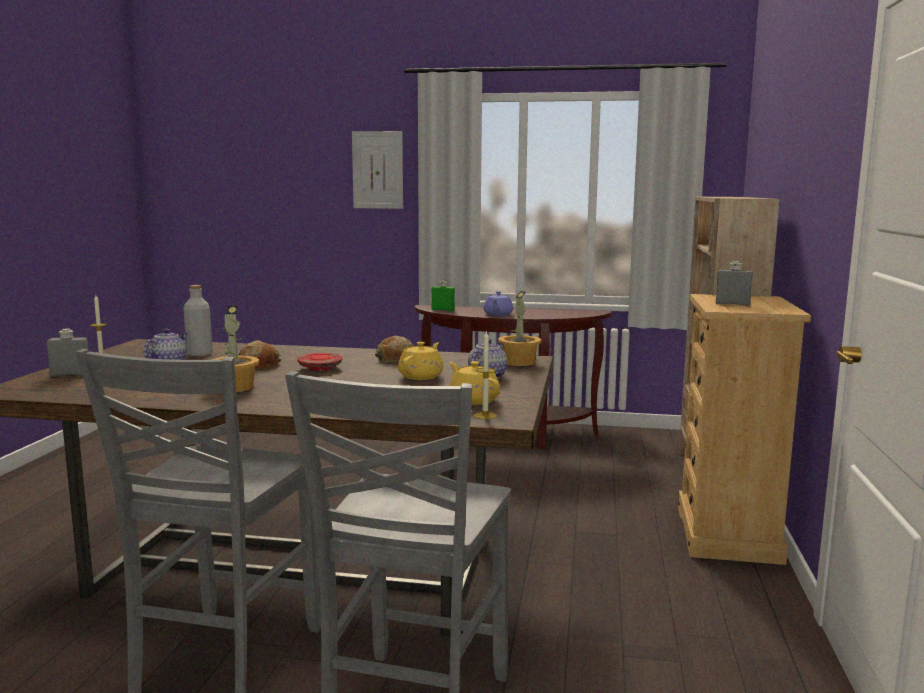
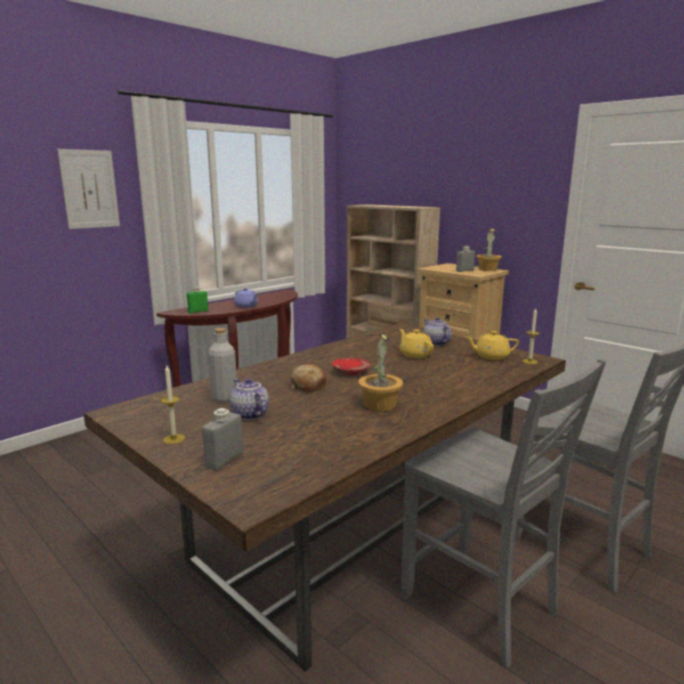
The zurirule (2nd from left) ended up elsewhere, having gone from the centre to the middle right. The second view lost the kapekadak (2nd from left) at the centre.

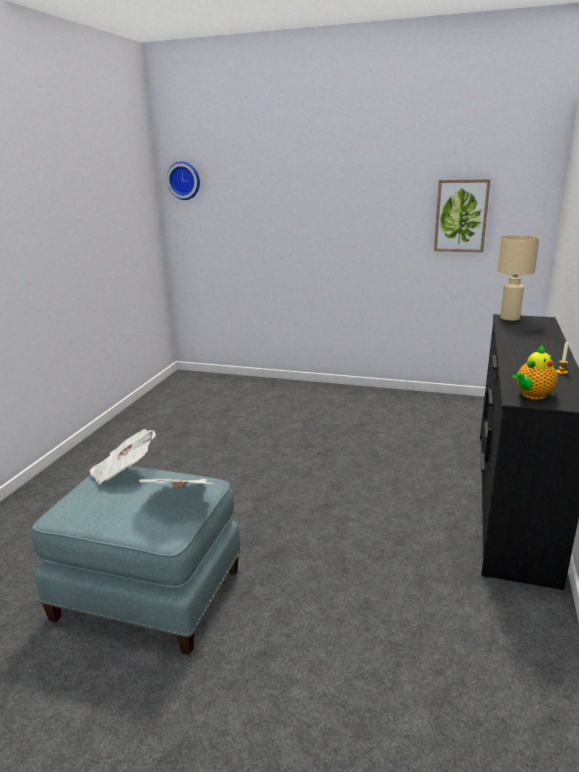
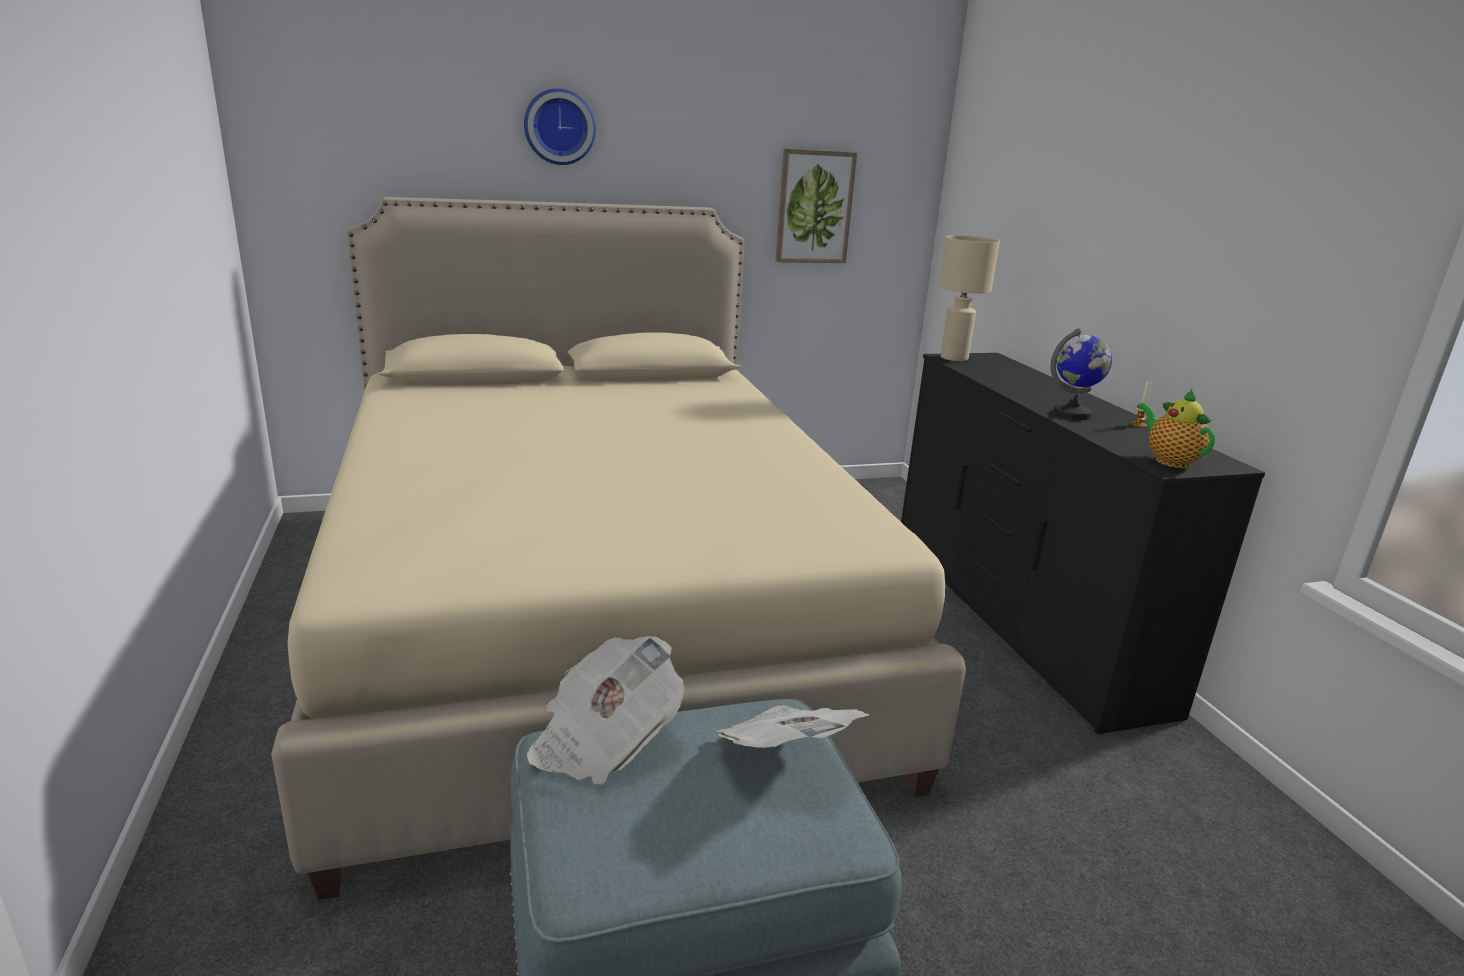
The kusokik ended up elsewhere, having gone from the top left to the top centre. The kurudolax at the middle right ended up facing another way, 135 degrees clockwise from before. The second view gained the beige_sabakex at the centre. The second view gained the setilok at the middle right.

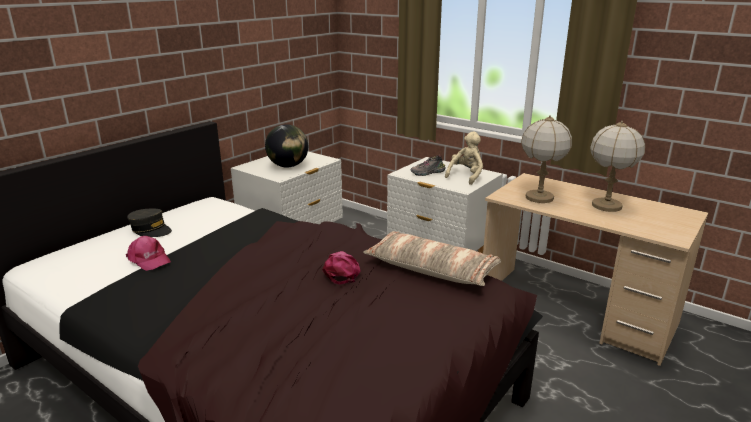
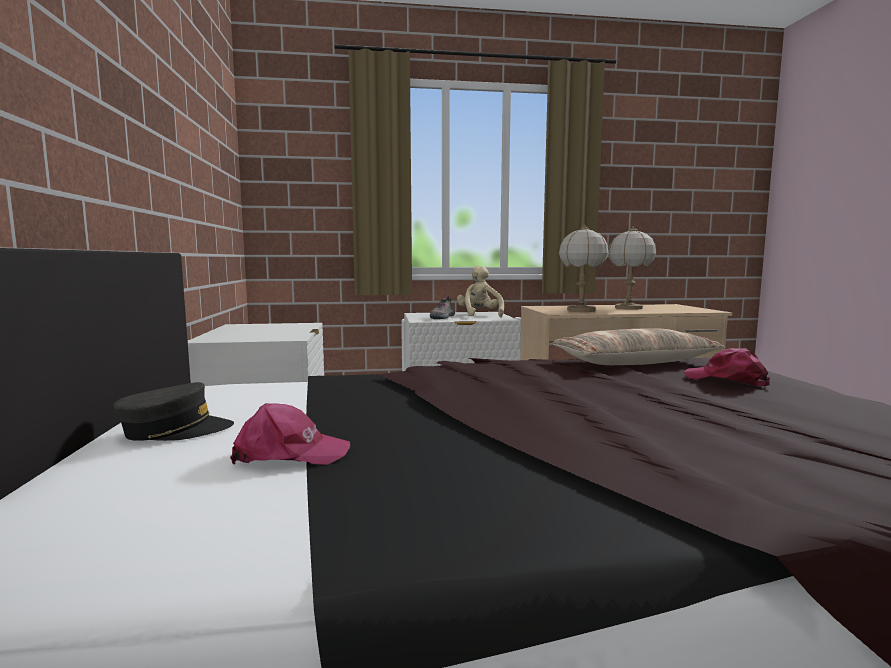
The second view lost the setilok at the centre. The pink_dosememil (2nd from left) ended up elsewhere, having gone from the centre to the middle right.

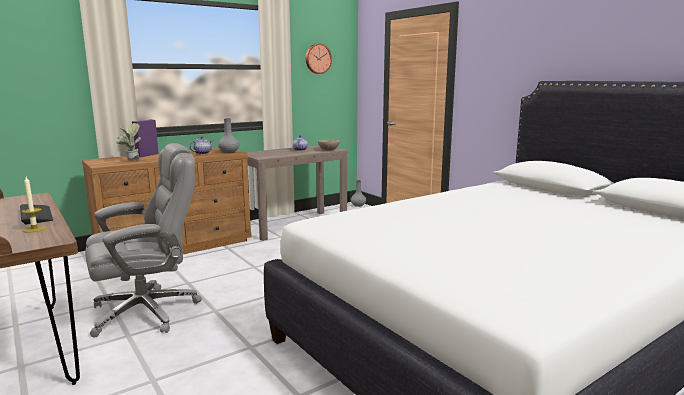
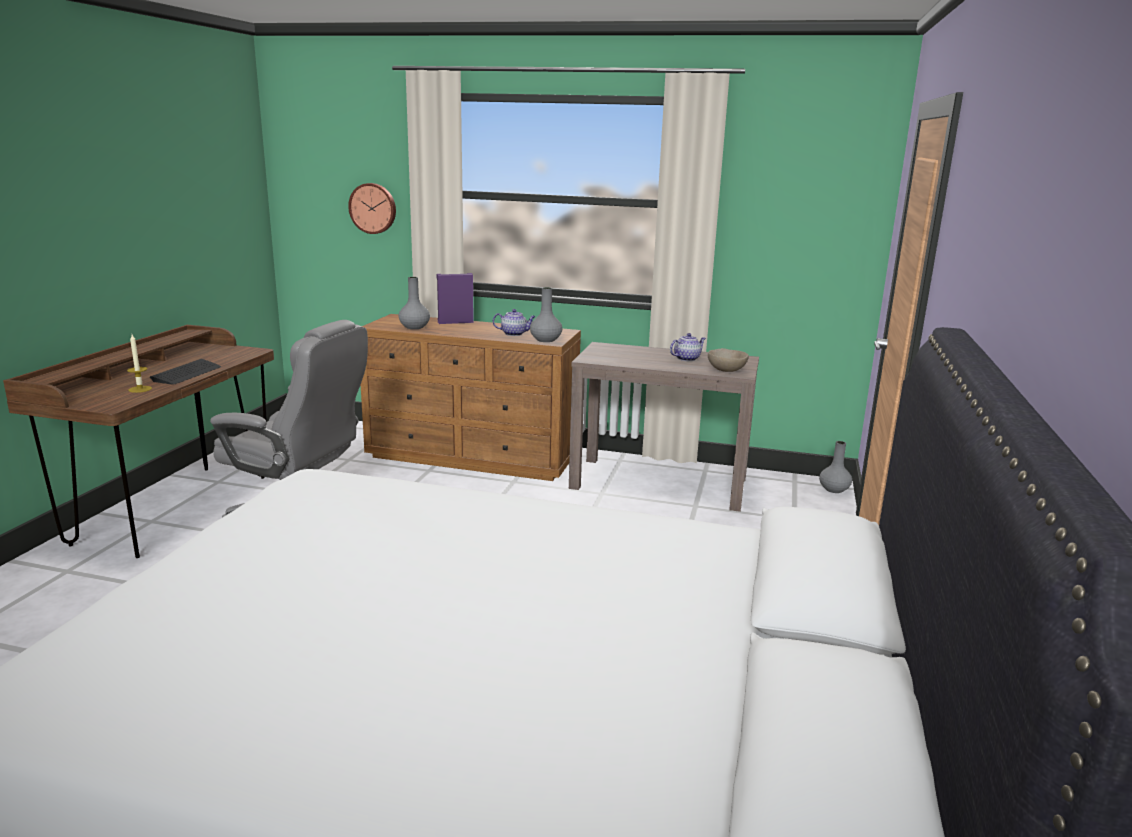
The kusokik ended up elsewhere, having gone from the top centre to the top left. Where the zurirule stood at the middle left, the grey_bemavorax (1st from left) came to stand at the centre.

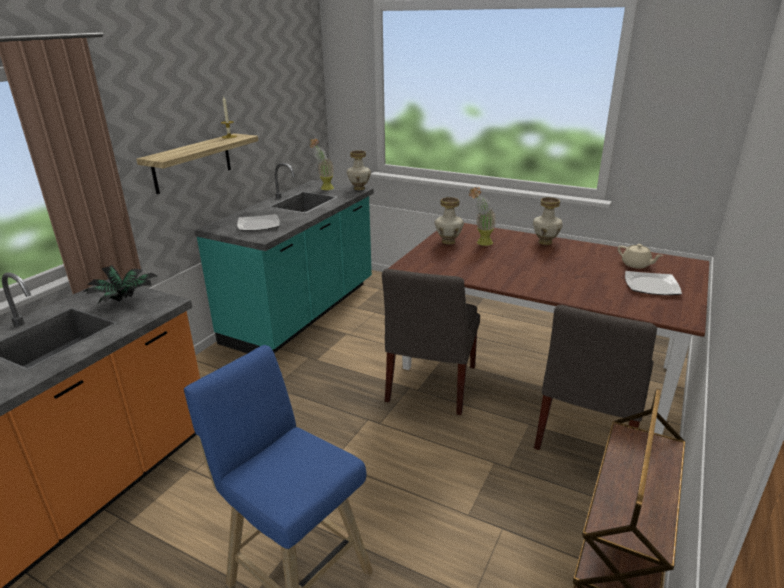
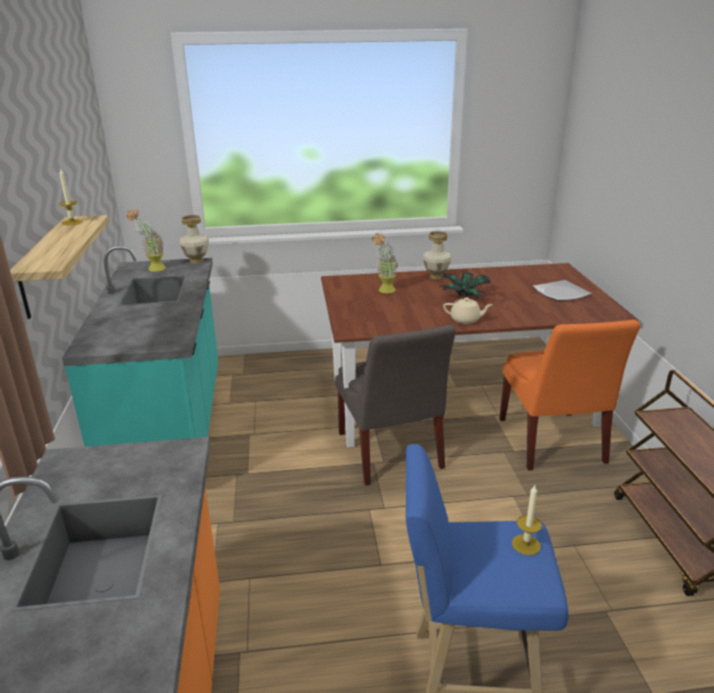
The second view lost the bemavorax (2nd from left) at the centre. The second view lost the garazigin (1st from left) at the middle left. The beige_kurudolax ended up elsewhere, having gone from the middle right to the centre. The zurirule (1st from left in the first image) ended up elsewhere, having gone from the middle left to the centre. What was the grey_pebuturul (2nd from left) at the middle right turned into the orange_pebuturul at the middle right. The second view gained the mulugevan (2nd from left) at the bottom right.

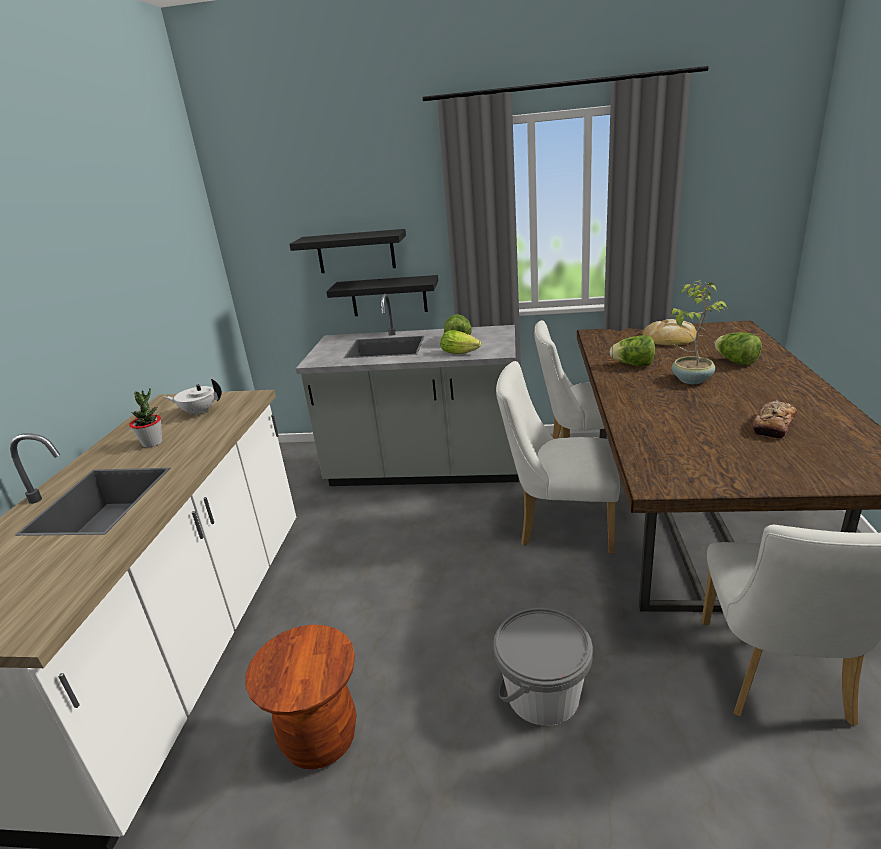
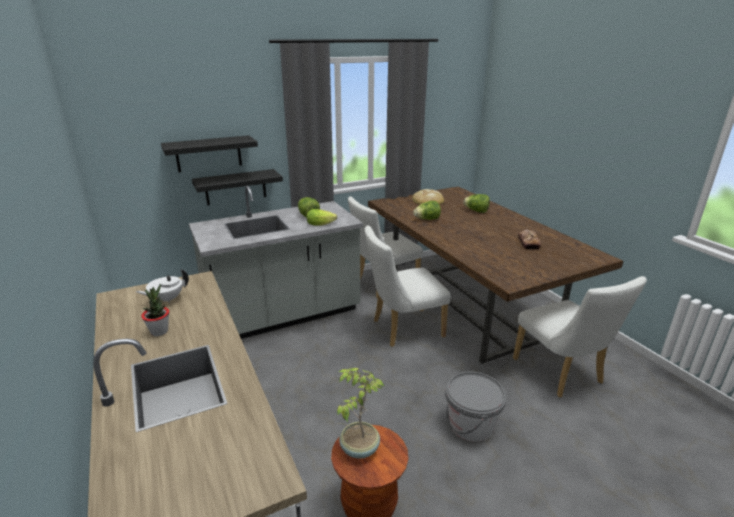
The zurirule (2nd from left) ended up elsewhere, having gone from the middle right to the bottom centre.

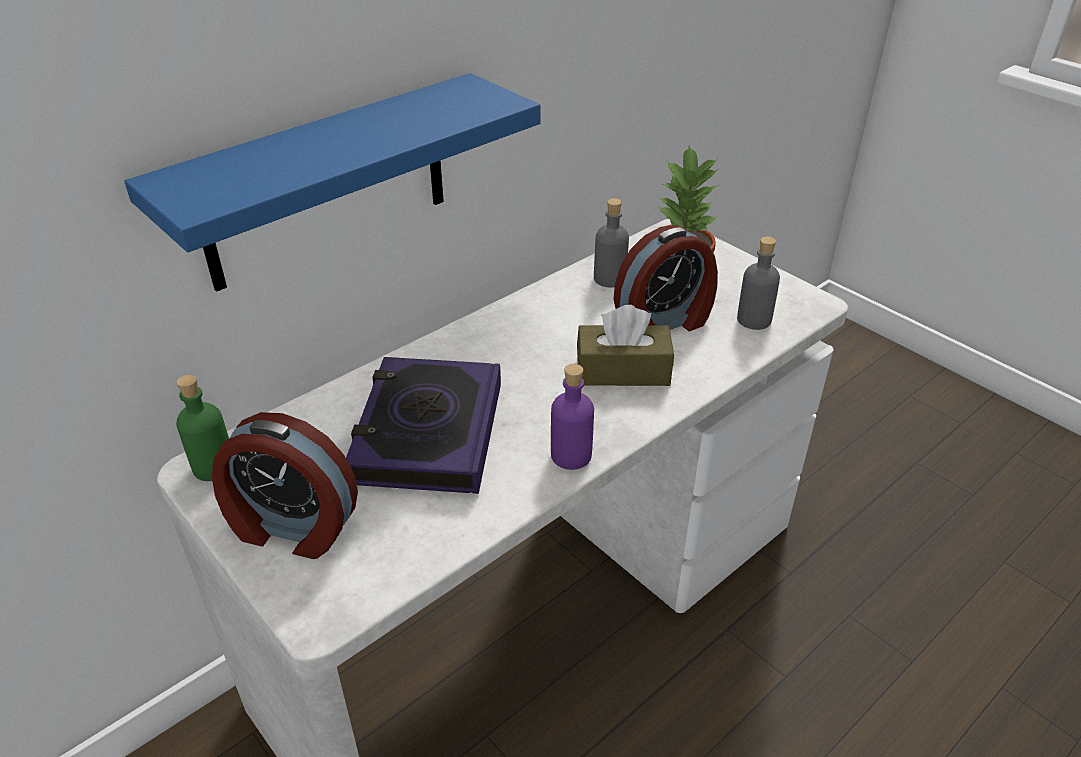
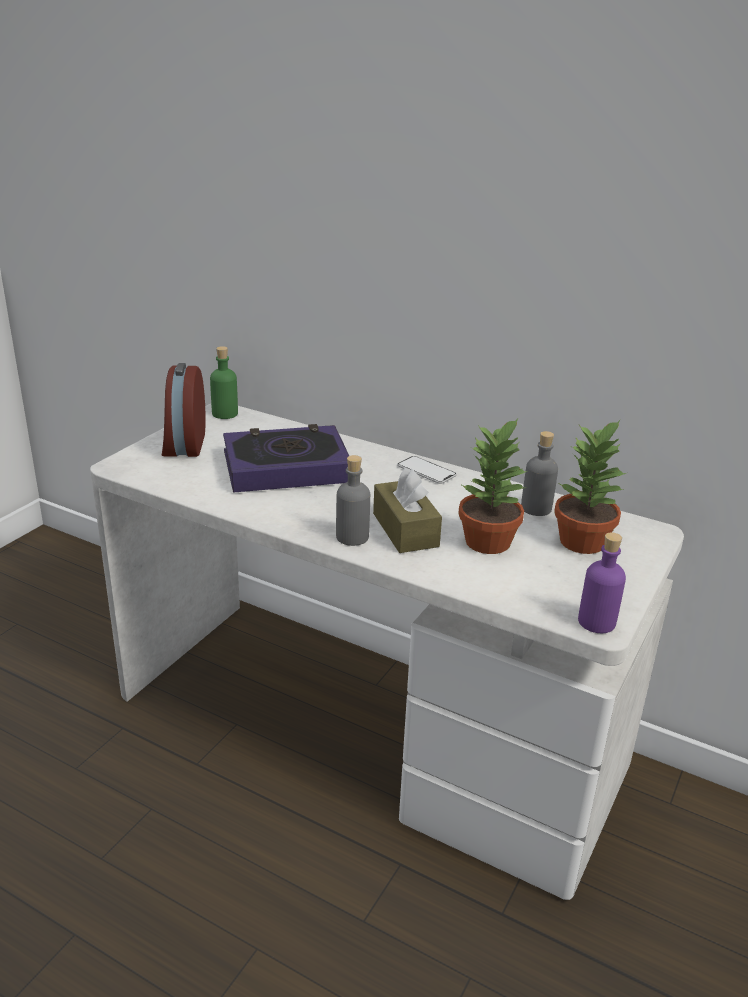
The second view lost the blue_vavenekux at the top left. Where the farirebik (2nd from left) stood at the centre, the zurirule (1st from left) came to stand at the centre. The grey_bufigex (2nd from left in the first image) ended up elsewhere, having gone from the middle right to the centre. The purple_bufigex ended up elsewhere, having gone from the centre to the middle right. The second view gained the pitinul at the centre.

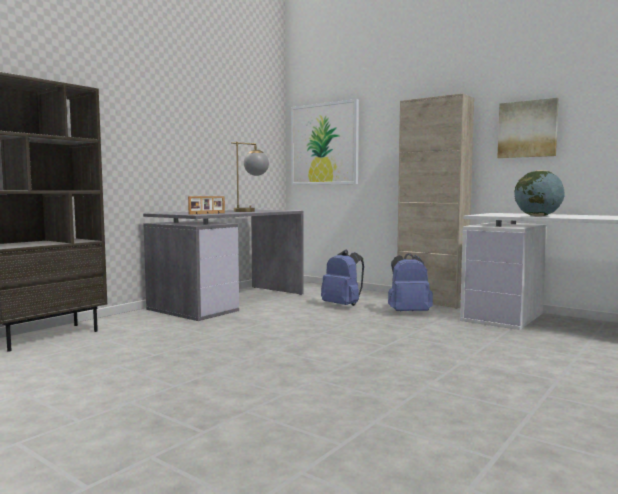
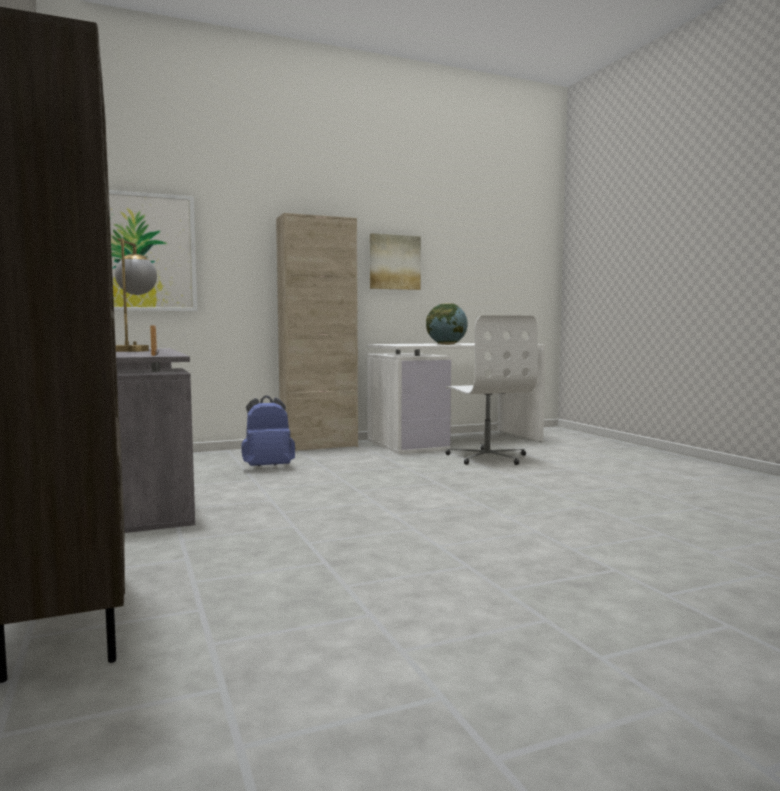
The second view lost the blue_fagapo (2nd from left) at the centre. The second view gained the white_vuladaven at the centre.

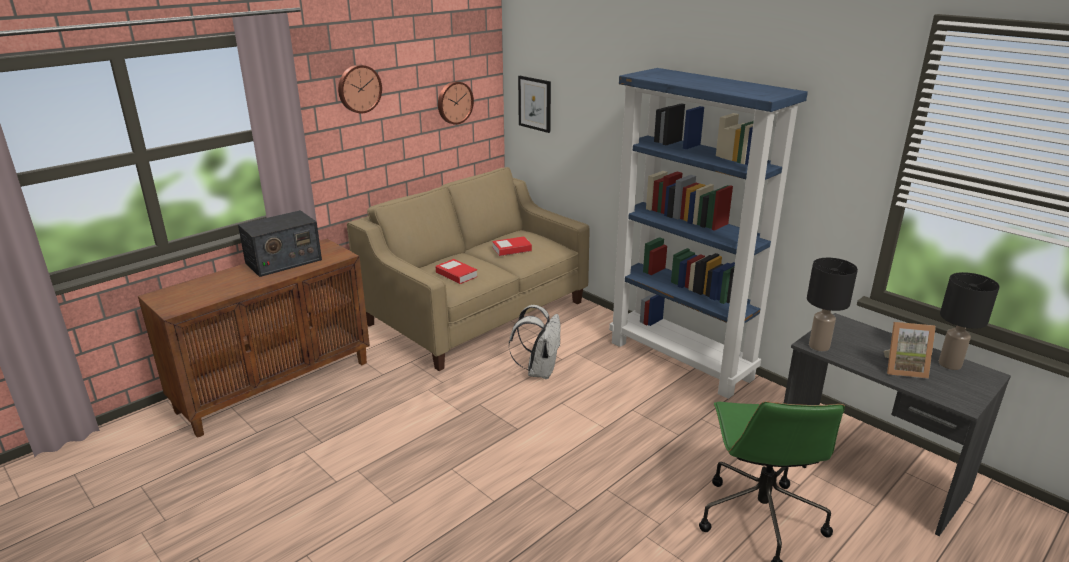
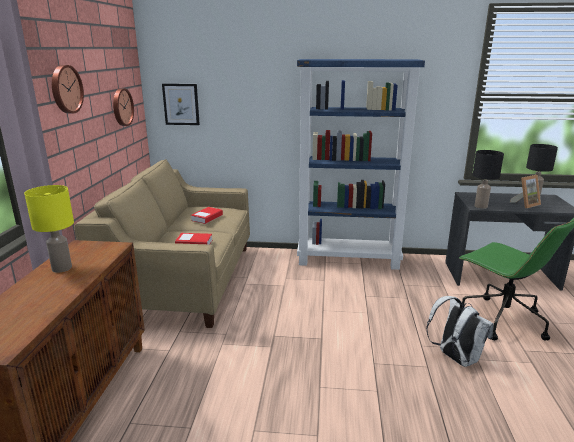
Where the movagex stood at the middle left, the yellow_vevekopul came to stand at the middle left. The white_fagapo ended up elsewhere, having gone from the centre to the bottom right.

